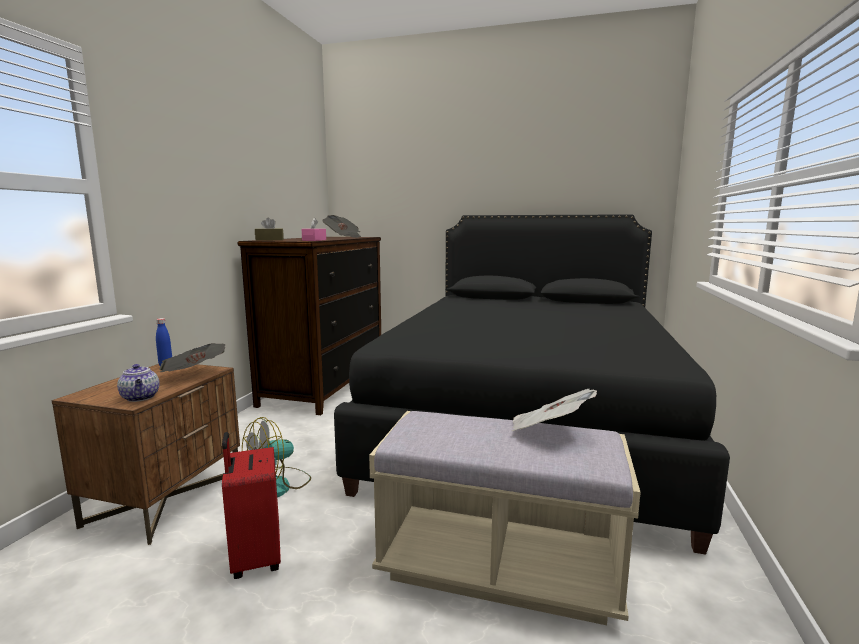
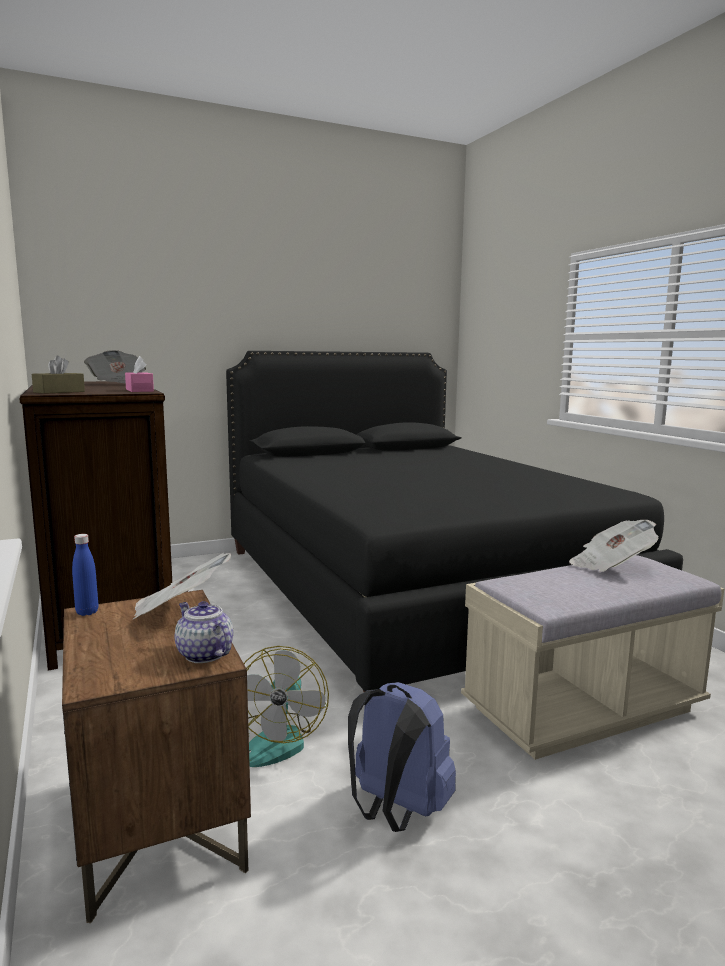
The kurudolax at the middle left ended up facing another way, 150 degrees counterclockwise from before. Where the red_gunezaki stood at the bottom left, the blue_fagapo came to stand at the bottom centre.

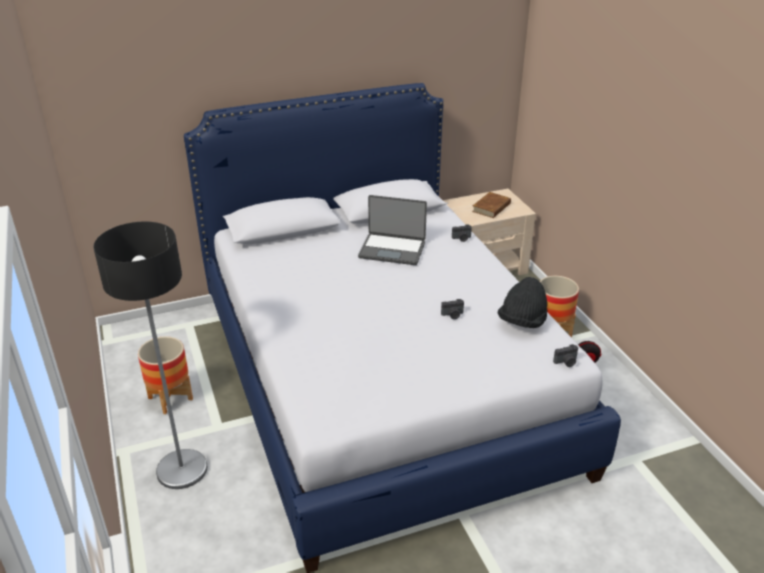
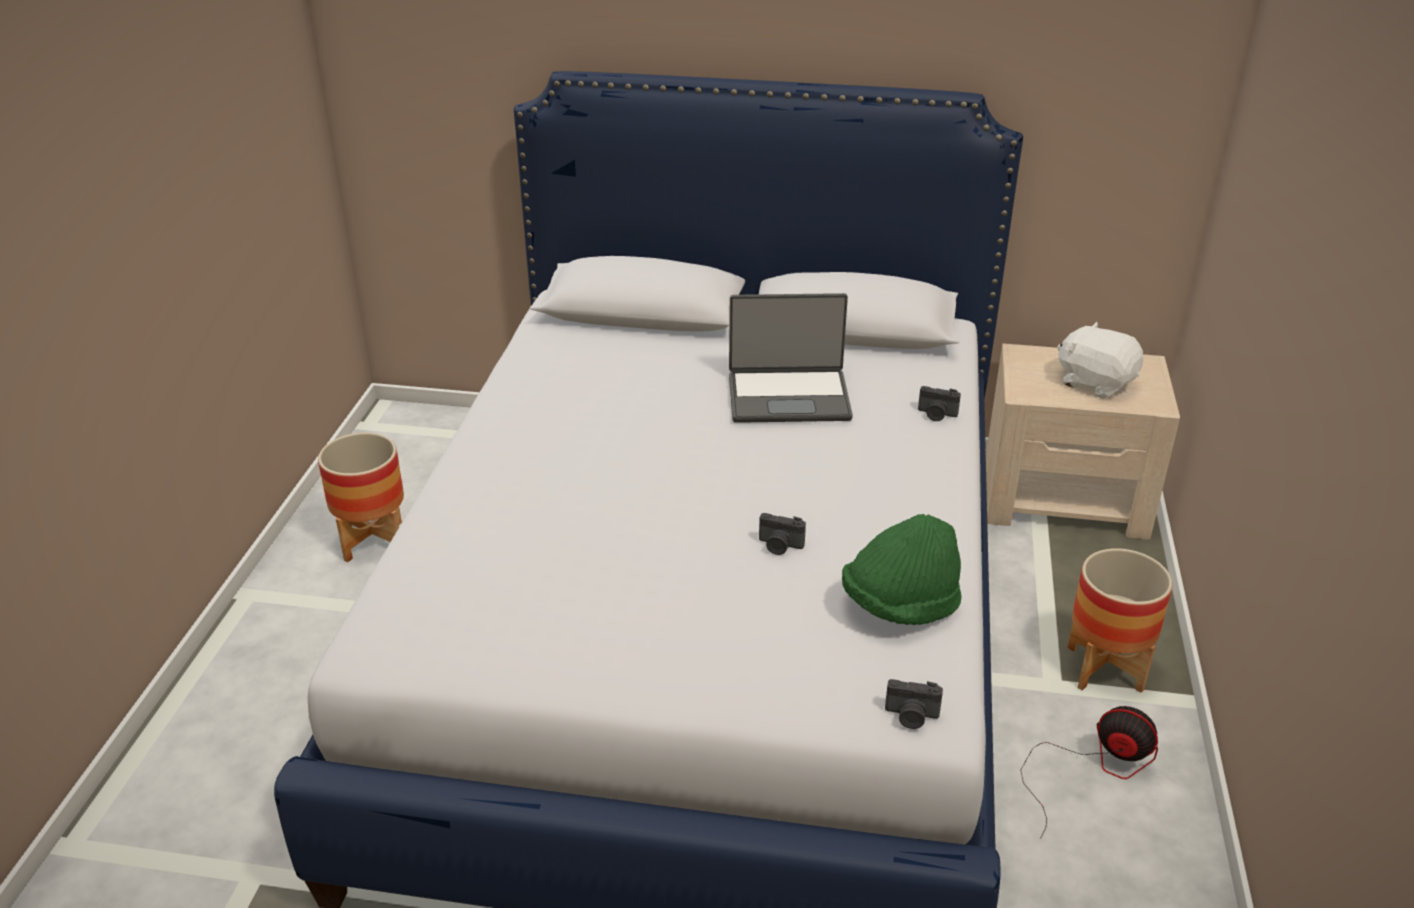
Where the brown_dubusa stood at the centre, the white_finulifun came to stand at the middle right. The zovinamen at the centre ended up facing another way, 45 degrees counterclockwise from before. The second view lost the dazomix at the middle left. What was the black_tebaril at the middle right turned into the green_tebaril at the centre.

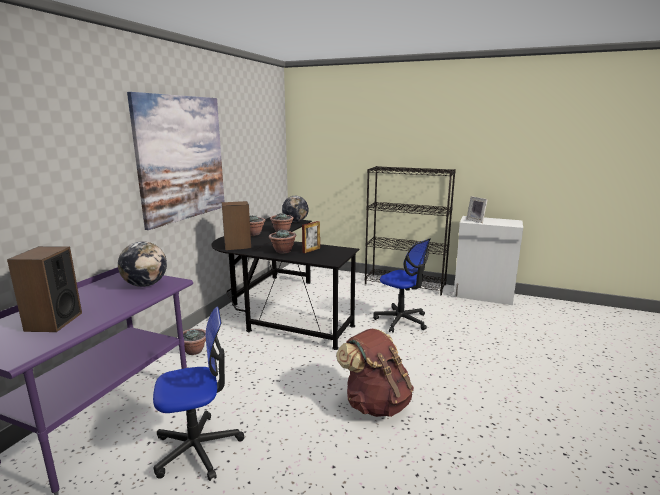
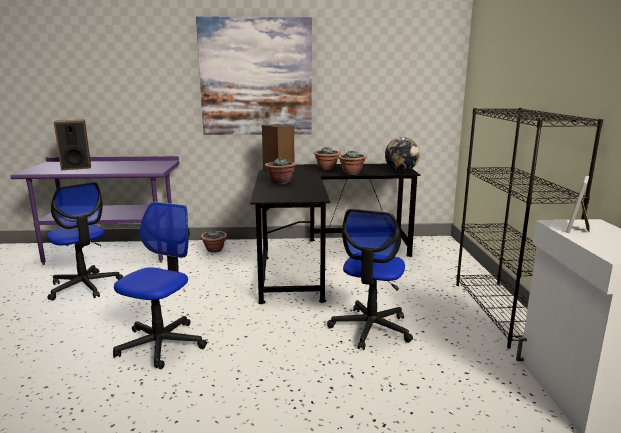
The second view lost the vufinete (1st from left) at the centre. The second view lost the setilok (1st from left) at the middle left. Where the brown_fagapo stood at the bottom centre, the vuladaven (2nd from left) came to stand at the middle left.

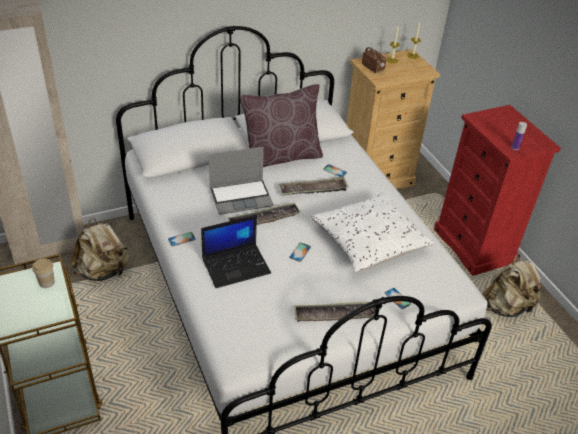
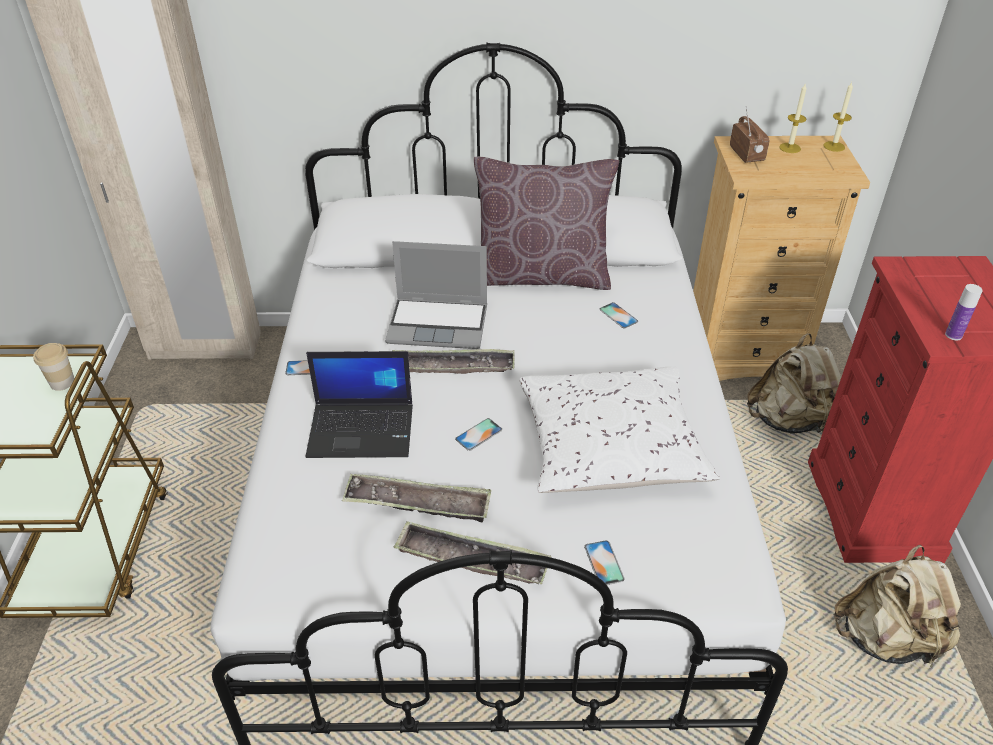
The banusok (2nd from left in the first image) ended up elsewhere, having gone from the centre to the bottom centre. The beige_fagapo (1st from left) ended up elsewhere, having gone from the middle left to the middle right.

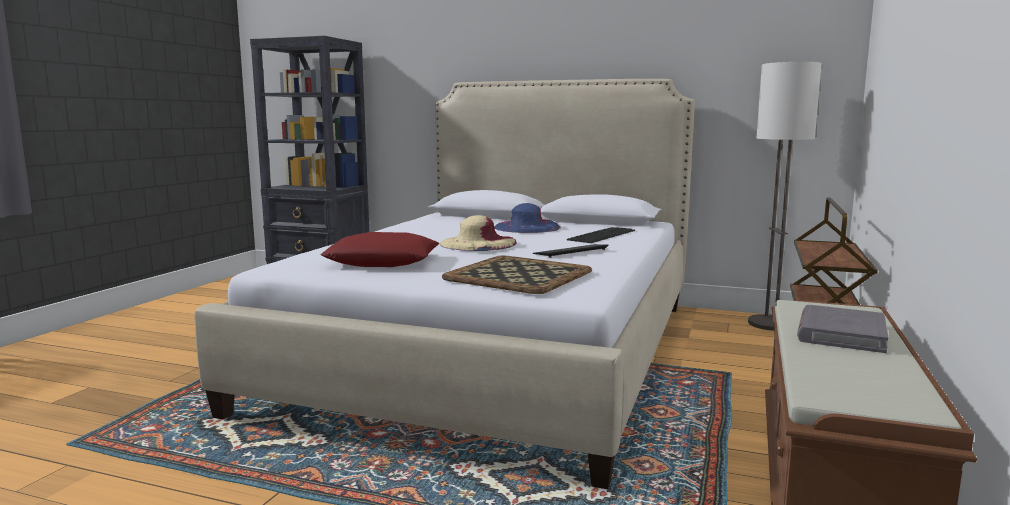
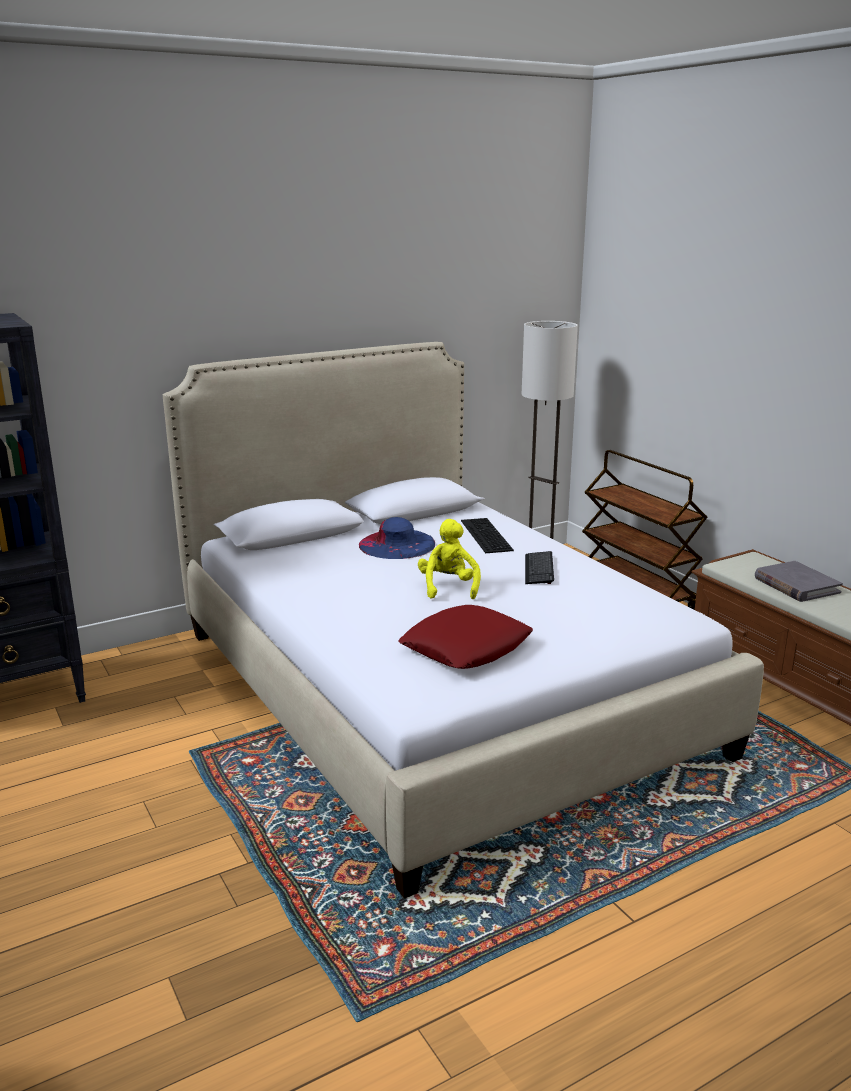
Where the beige_tebaril stood at the centre, the yellow_finulifun came to stand at the centre. The second view lost the banusok at the centre.

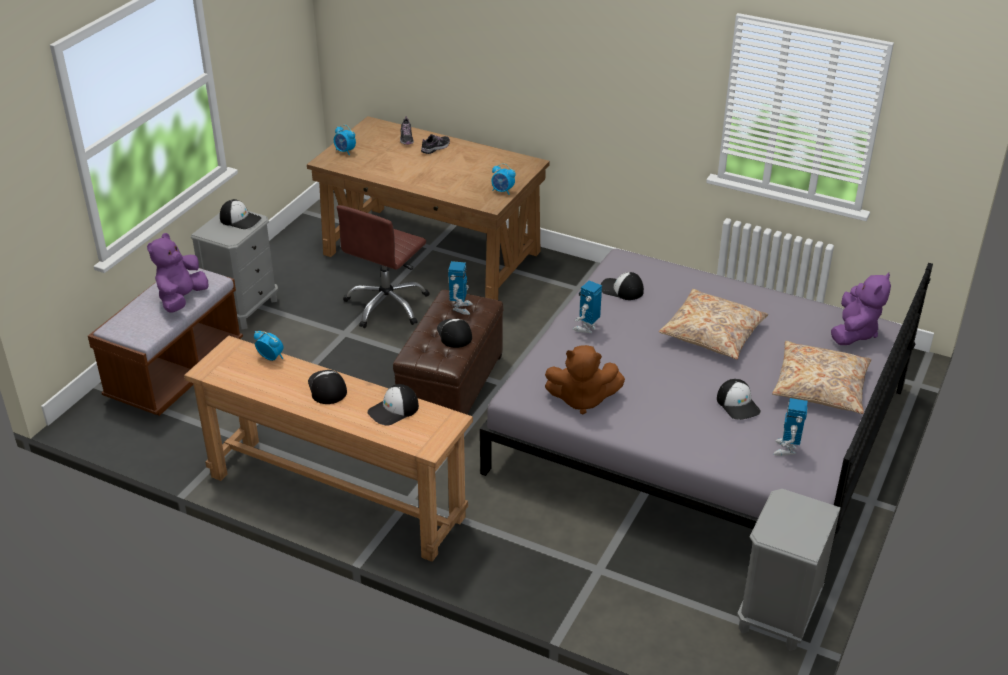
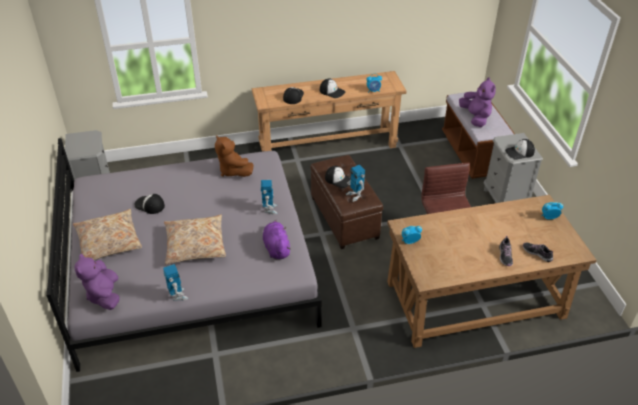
Where the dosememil (5th from left) stood at the centre, the purple_finulifun (2nd from left) came to stand at the centre. The brown_finulifun at the centre ended up facing another way, 90 degrees counterclockwise from before. The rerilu (3rd from left in the first image) ended up elsewhere, having gone from the middle right to the bottom left.

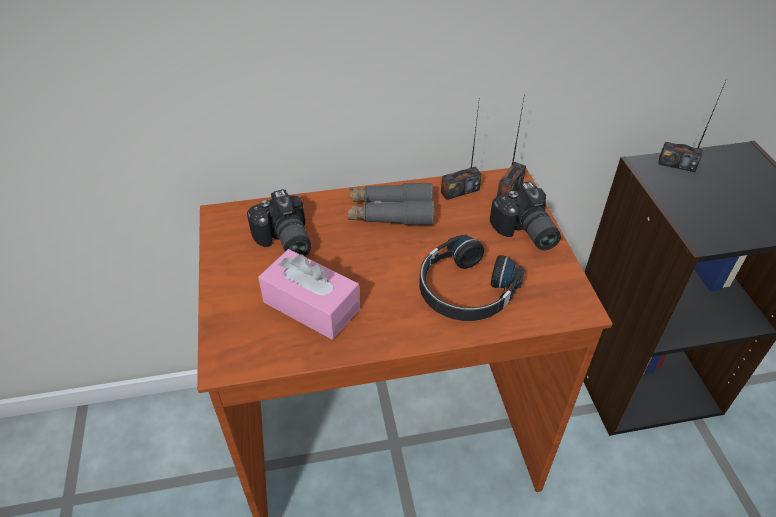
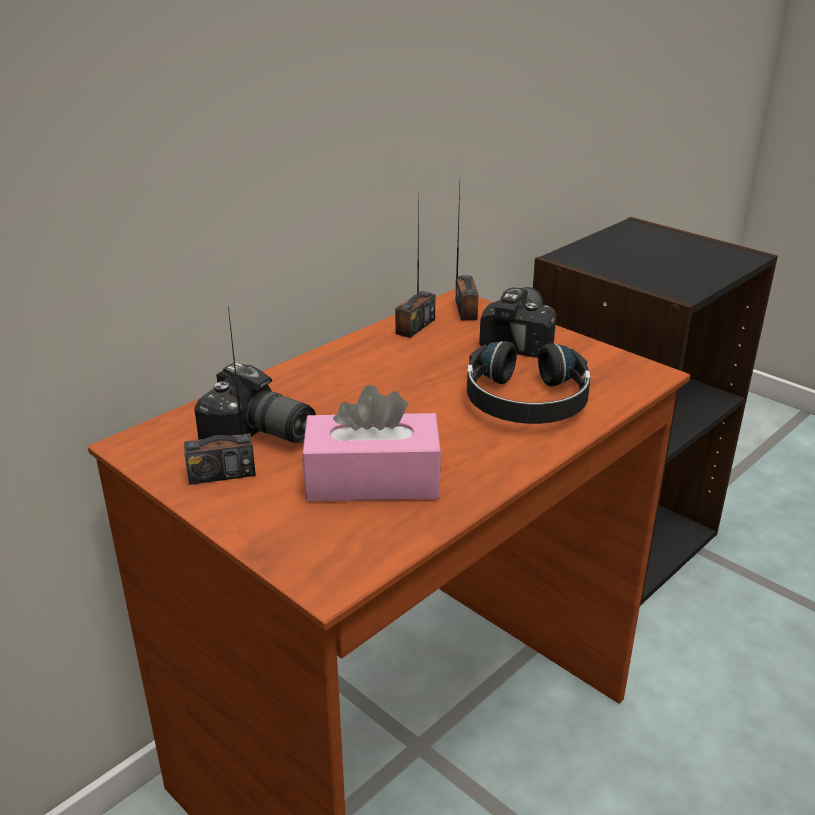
The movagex (3rd from left in the first image) ended up elsewhere, having gone from the top right to the middle left. The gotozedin (2nd from left) at the middle right ended up facing another way, 105 degrees counterclockwise from before. The second view lost the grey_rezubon at the centre.

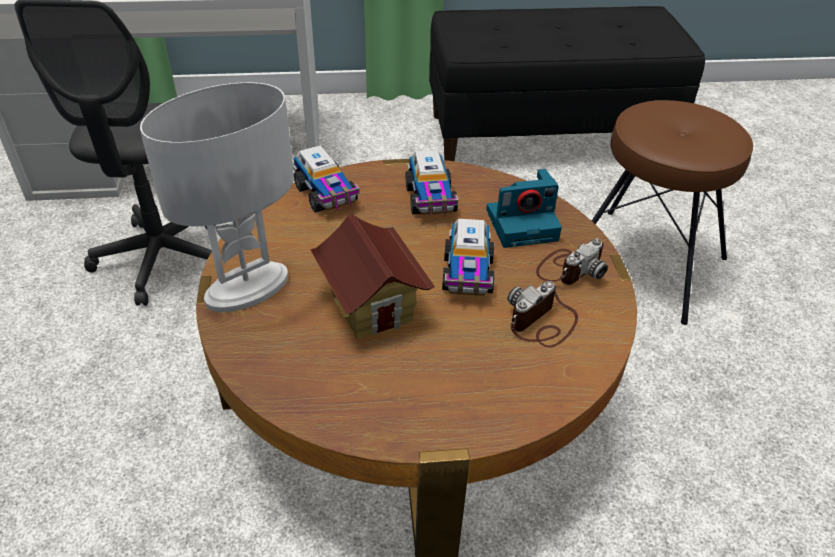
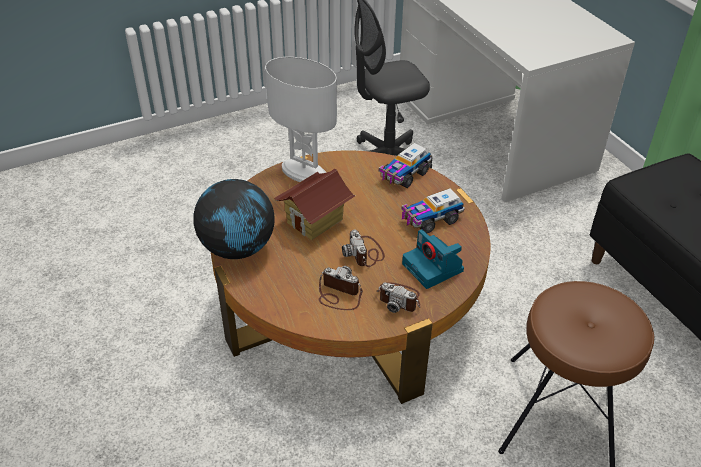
Where the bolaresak (3rd from left) stood at the centre, the gotozedin (2nd from left) came to stand at the centre. The second view gained the setilok at the centre.

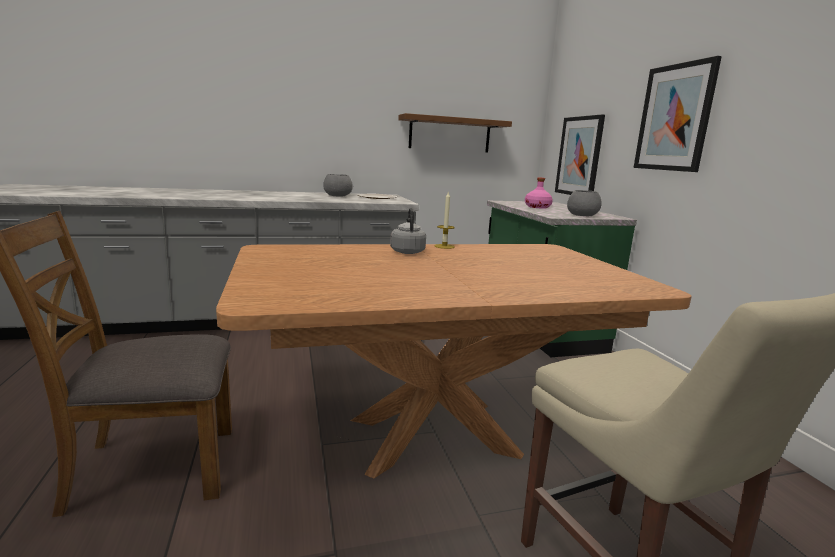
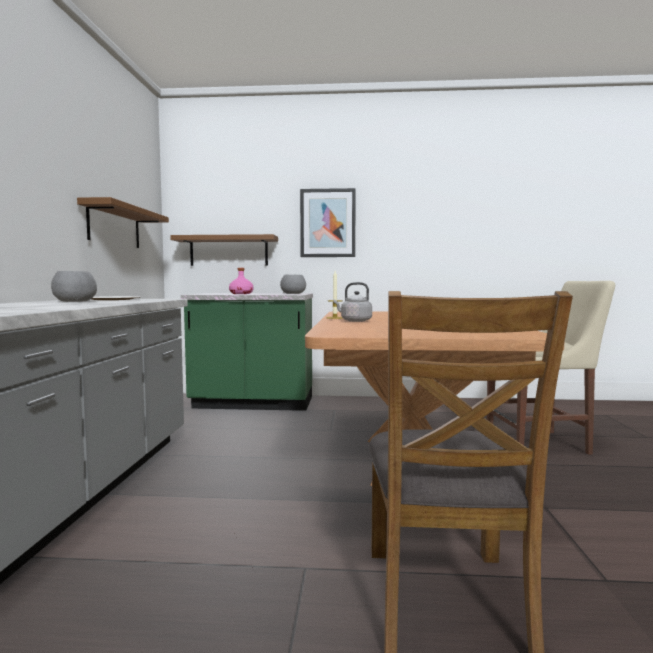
Where the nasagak (1st from left) hung at the top right, the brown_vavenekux (2nd from left) came to hang at the centre.

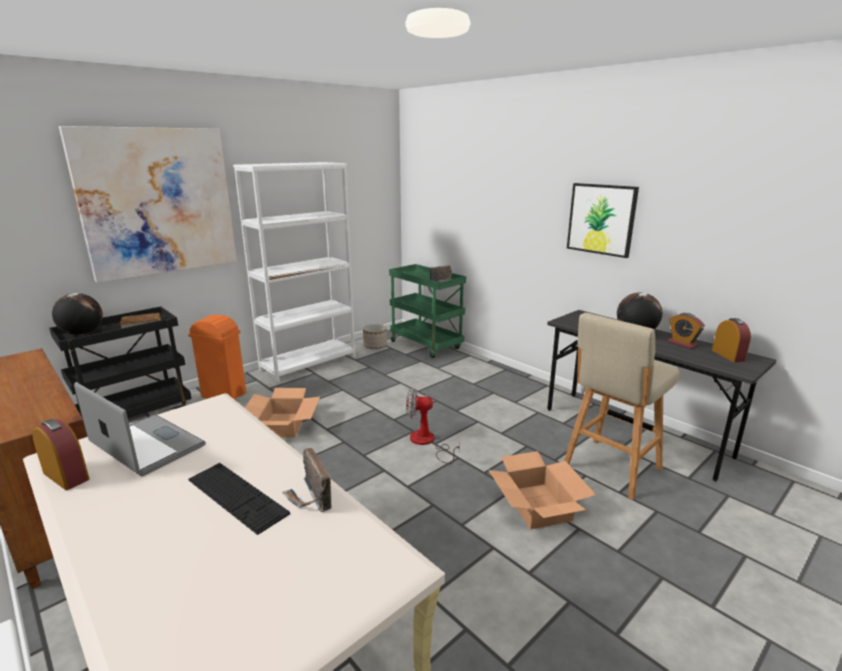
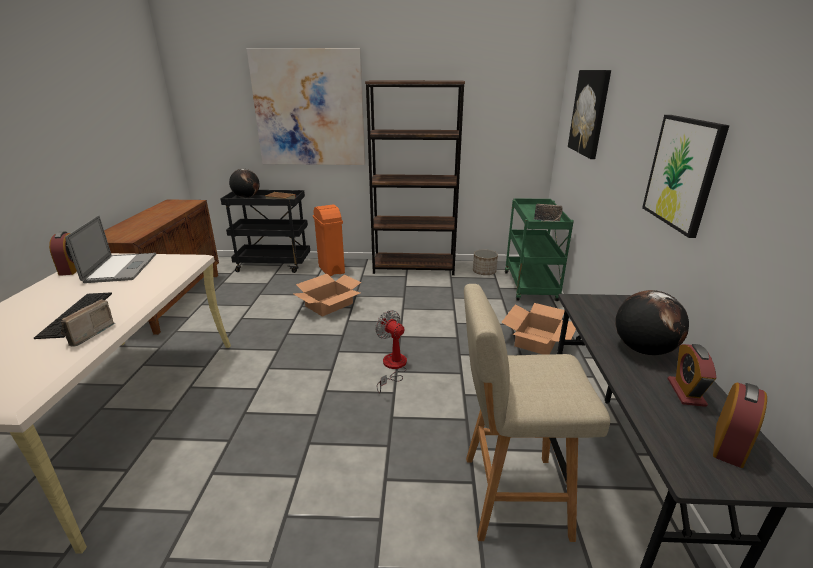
What was the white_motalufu at the centre turned into the brown_motalufu at the top centre. The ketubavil (2nd from left) ended up elsewhere, having gone from the bottom centre to the centre. The second view gained the nasagak (2nd from left) at the top right.

